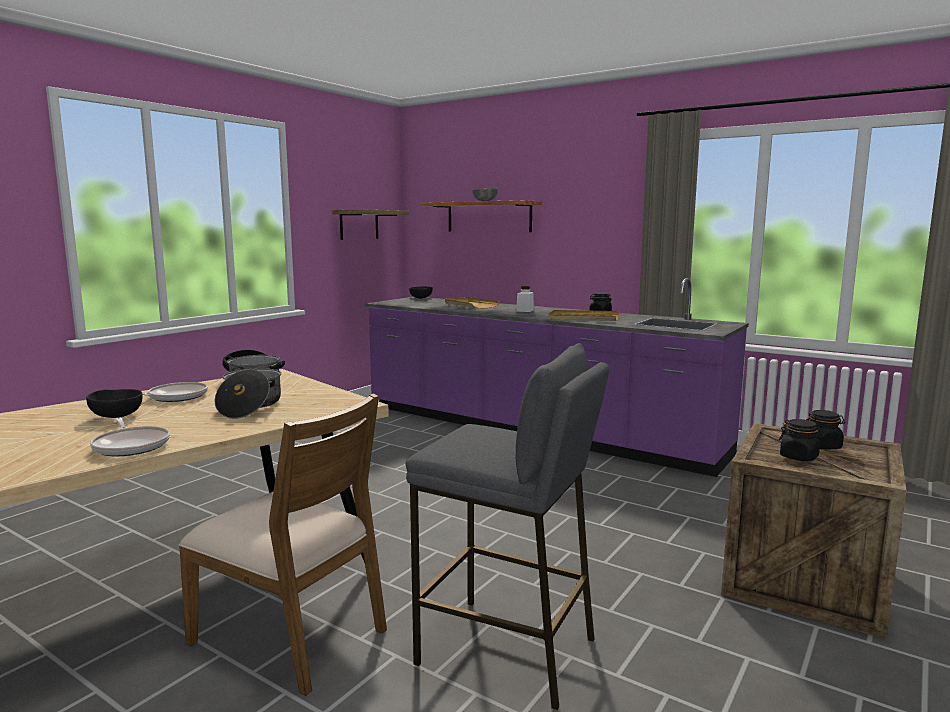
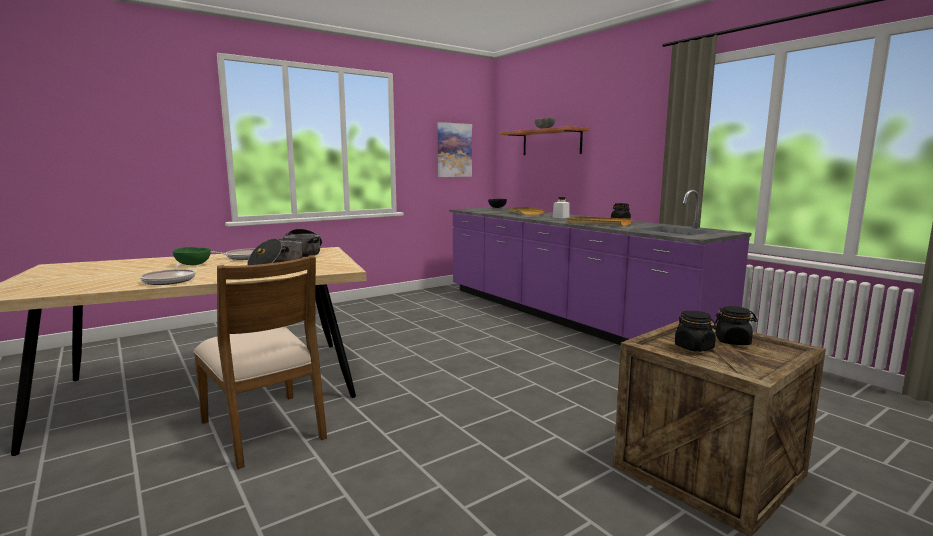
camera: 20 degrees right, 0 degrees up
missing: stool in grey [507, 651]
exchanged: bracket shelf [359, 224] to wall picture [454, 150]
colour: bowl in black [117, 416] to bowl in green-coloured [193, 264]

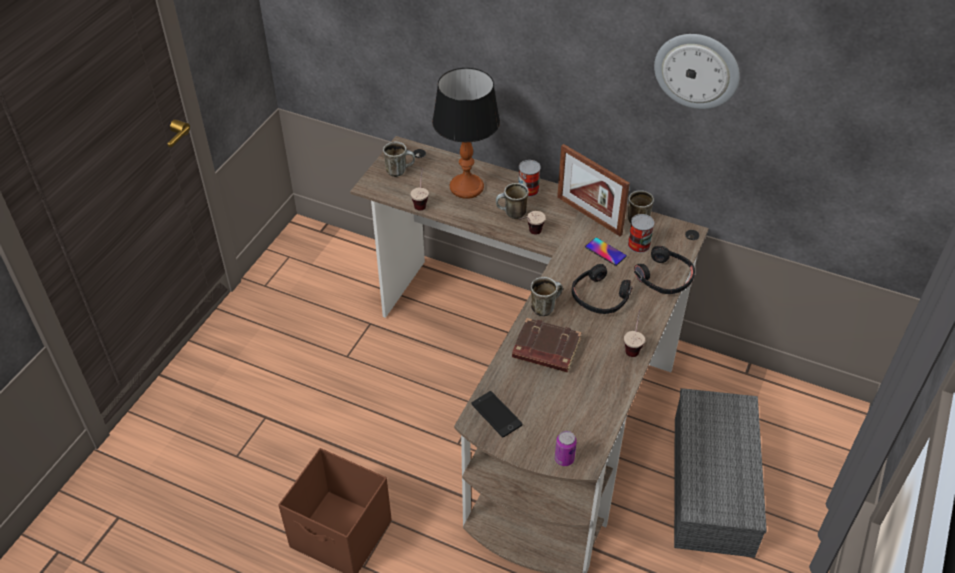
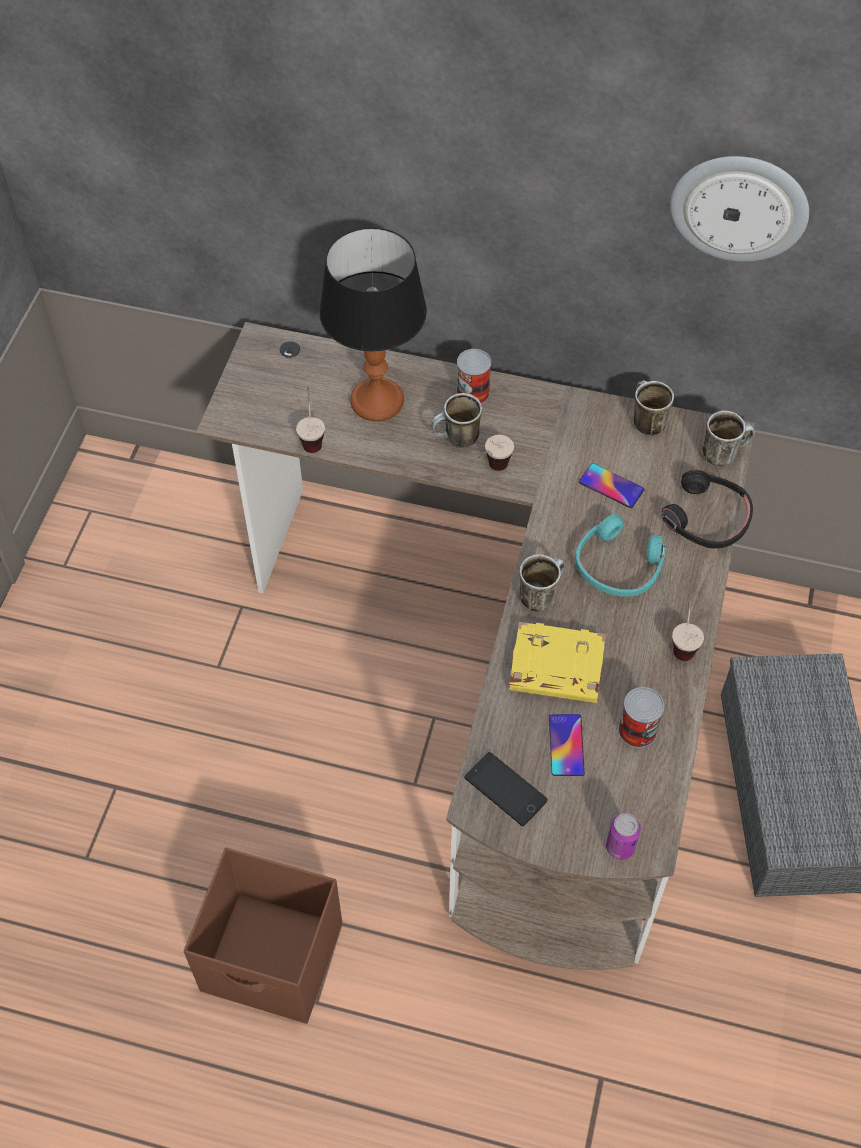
camera: 10 degrees left, 10 degrees up
missing: standing frame [589, 215]
appeared: telephone [566, 745]
relocated: mug [400, 170] to [723, 453]; sealed can [639, 245] to [637, 730]
colour: volume in brown-coloured [545, 350] to volume in yellowish [555, 668]; pair of headphones in black [600, 297] to pair of headphones in turquoise-coloured [618, 565]

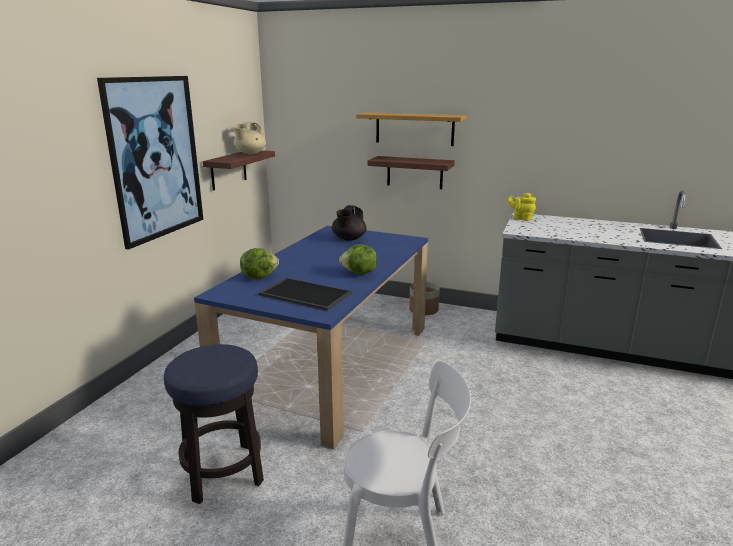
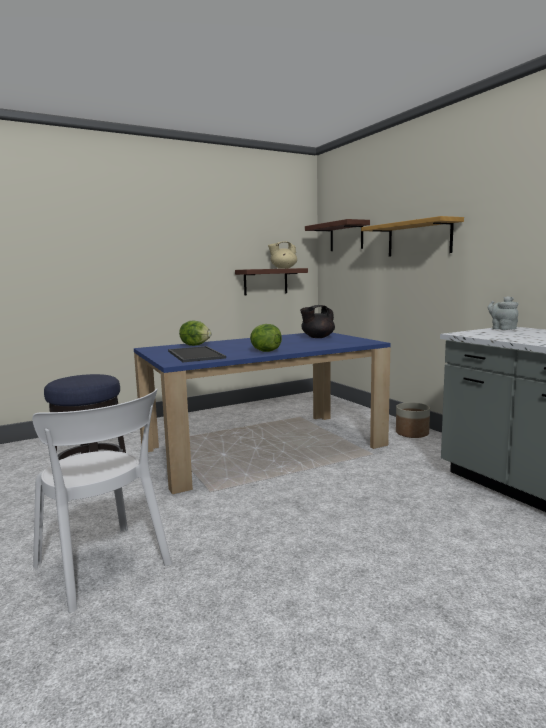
camera: 40 degrees right, 10 degrees down
missing: wall picture [155, 158]
relocated: bracket shelf [414, 172] to [346, 236]
colour: pot for tea in yellowish [521, 218] to pot for tea in grey [502, 328]

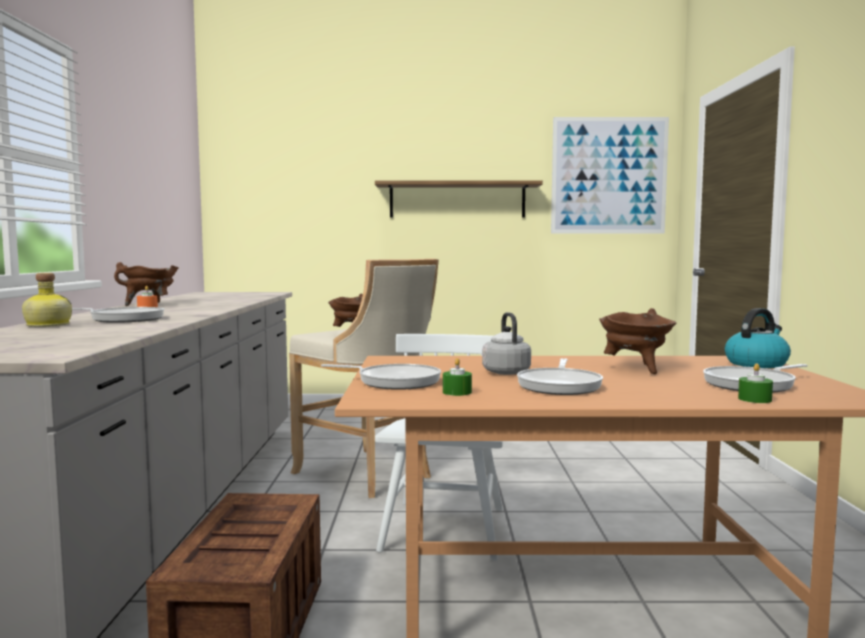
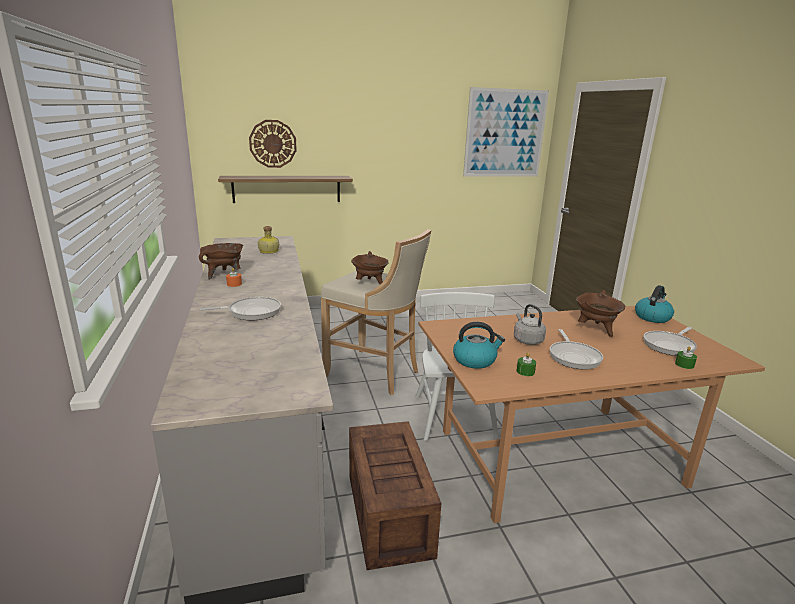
camera: 15 degrees left, 15 degrees up
appeared: wall clock [273, 144]
relocated: bottle [47, 325] to [268, 251]; bracket shelf [457, 200] to [287, 189]
exchanged: pan [394, 381] to water kettle [475, 360]

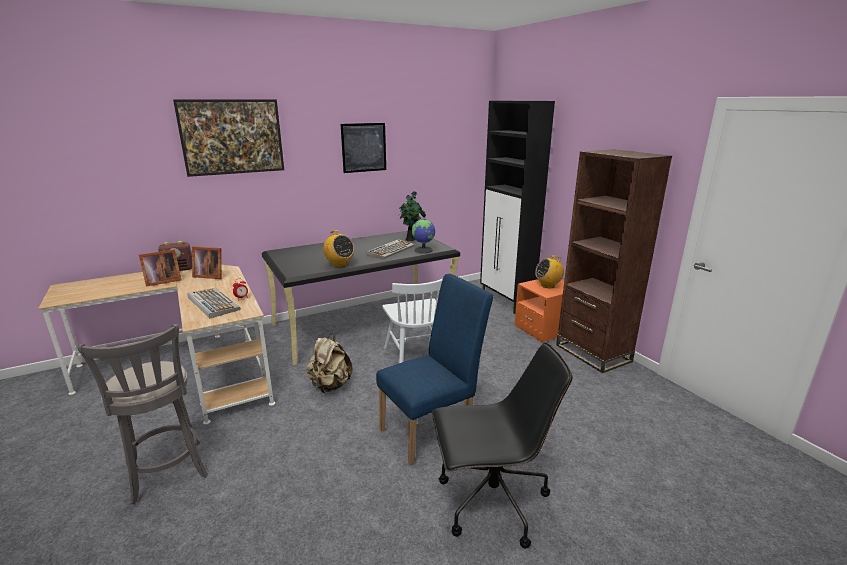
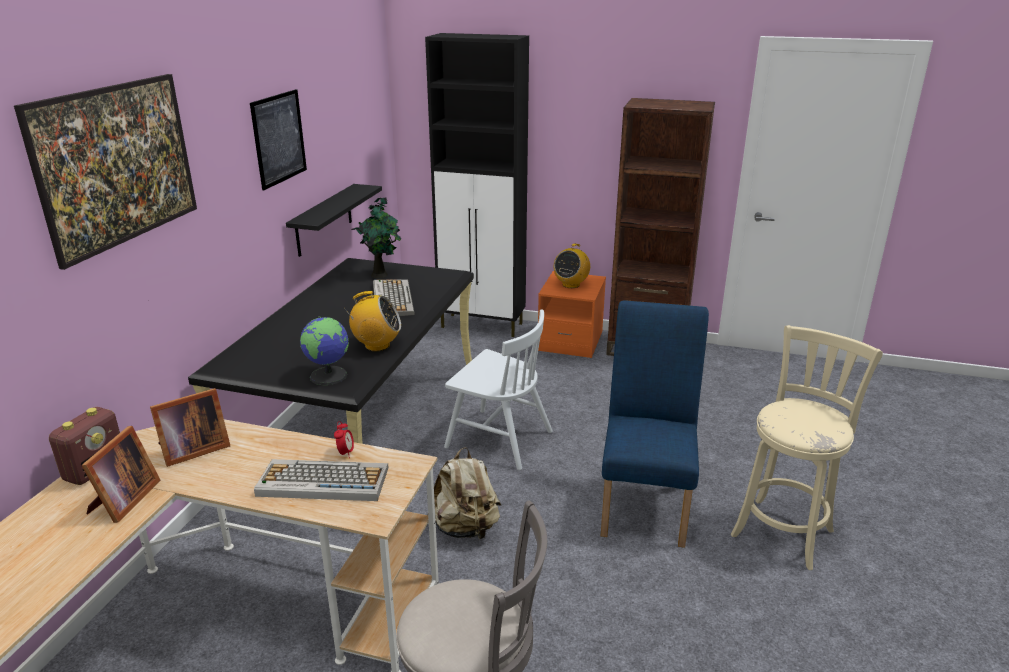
camera: 45 degrees left, 5 degrees up
appeared: bracket shelf in black [324, 220]
relocated: globe [423, 250] to [329, 375]
exchanged: computer chair in black [490, 502] to stool in beige [784, 530]

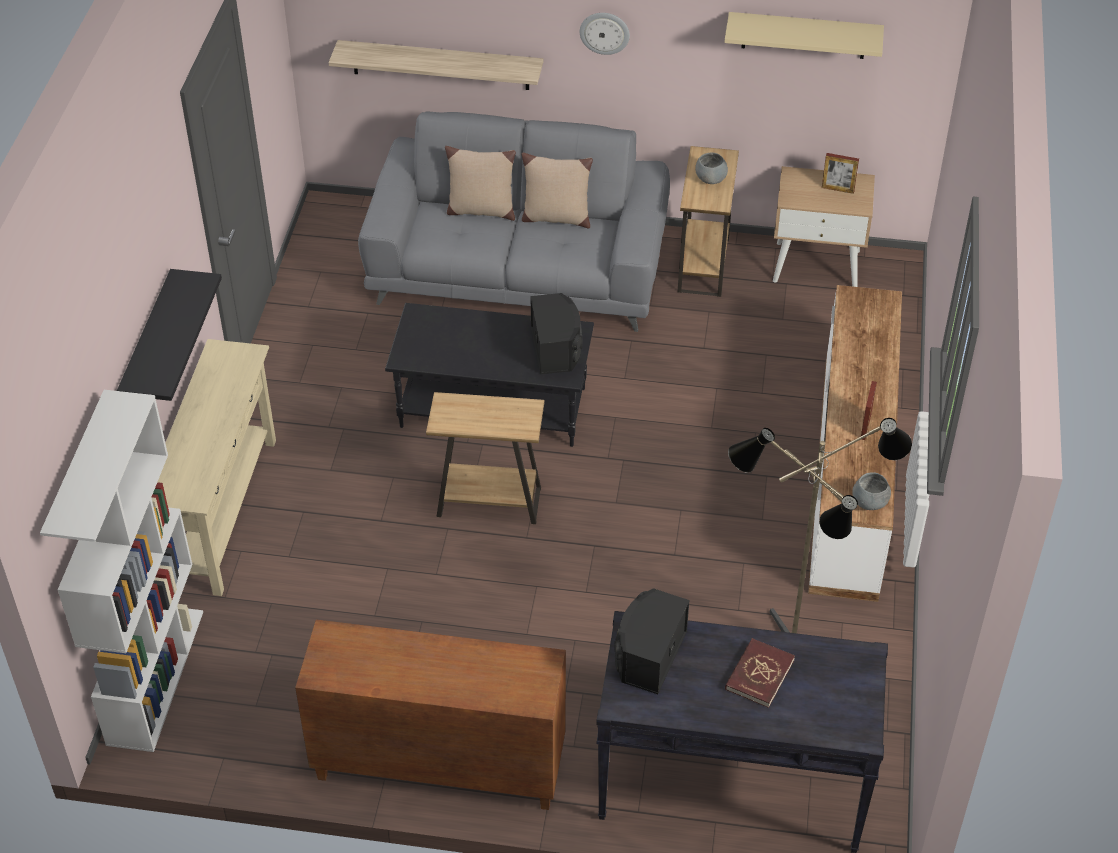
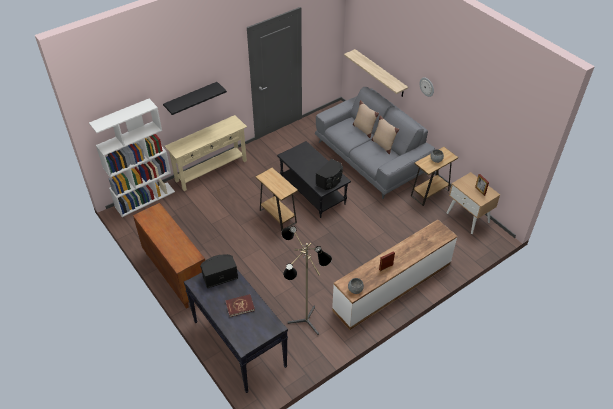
camera: 45 degrees right, 0 degrees up
missing: bracket shelf in beige [804, 35]

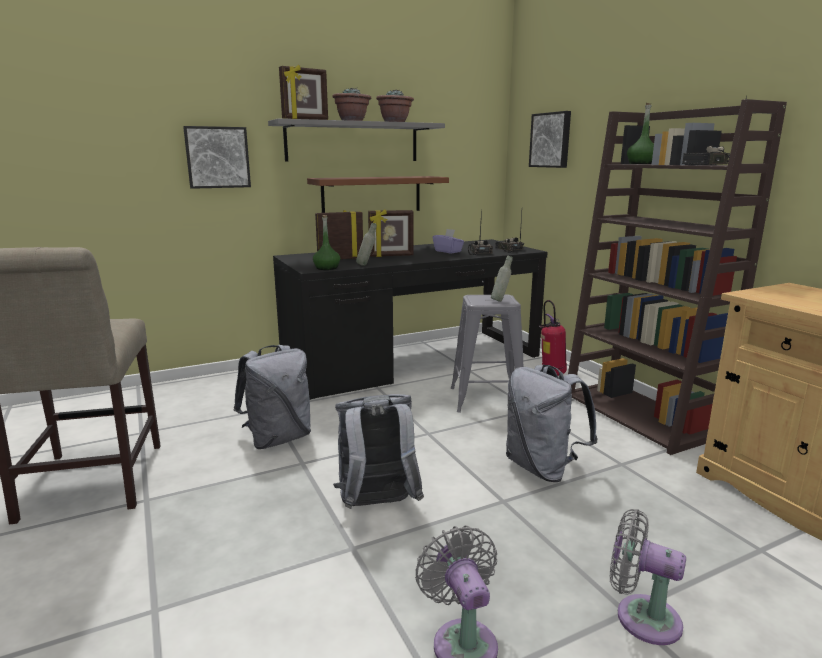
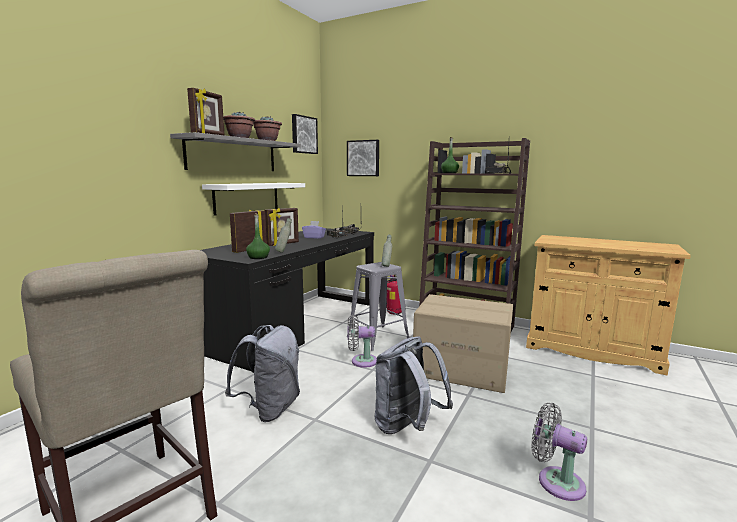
camera: 35 degrees left, 5 degrees down
relocated: wall picture [217, 157] to [303, 135]; cooling fan in grey [641, 616] to [361, 361]
exchanged: knapsack in grey [542, 468] to carton [461, 369]
colour: bracket shelf in brown-coloured [372, 195] to bracket shelf in white-coloured [247, 197]

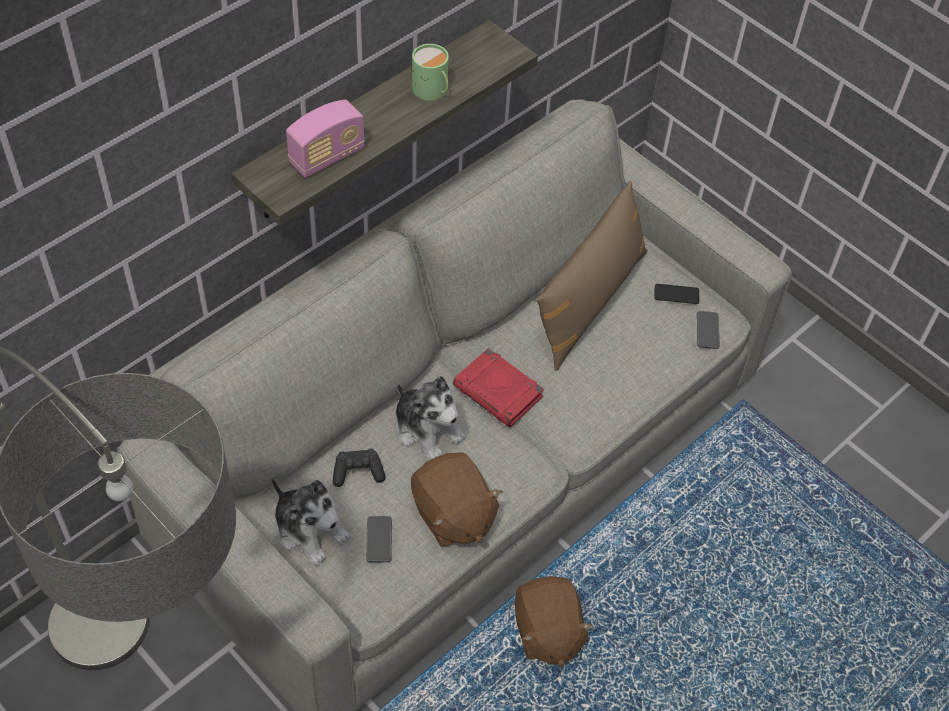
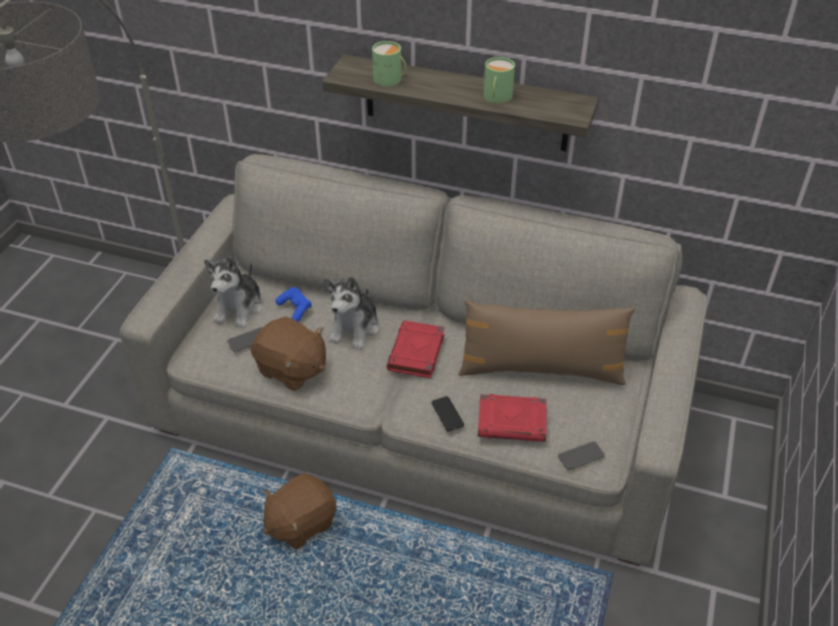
camera: 65 degrees right, 10 degrees down
appeared: volume in red [512, 422]
relocated: telephone [676, 294] to [447, 414]
exchanged: radio receiver [327, 157] to mug in green-coloured [390, 79]
colour: gamepad in black [358, 472] to gamepad in bluish [295, 309]
spun: cuddly toy in brown-coloured [452, 515] = [291, 369] 90 degrees counterclockwise

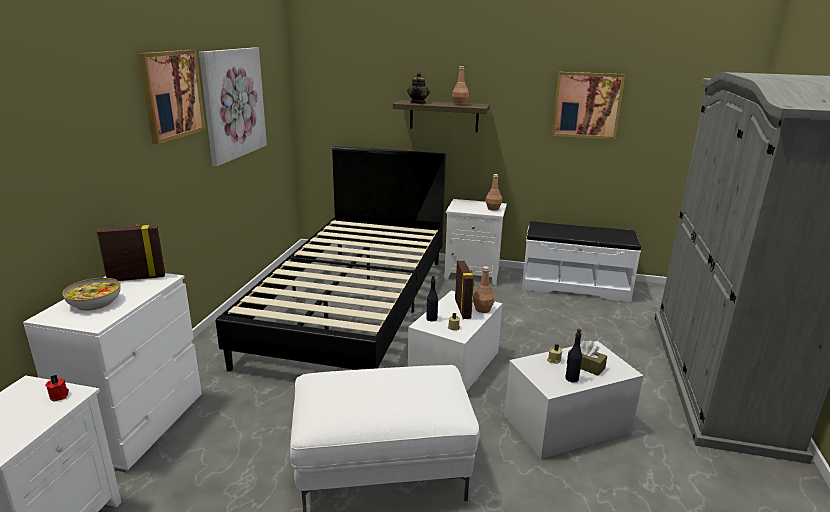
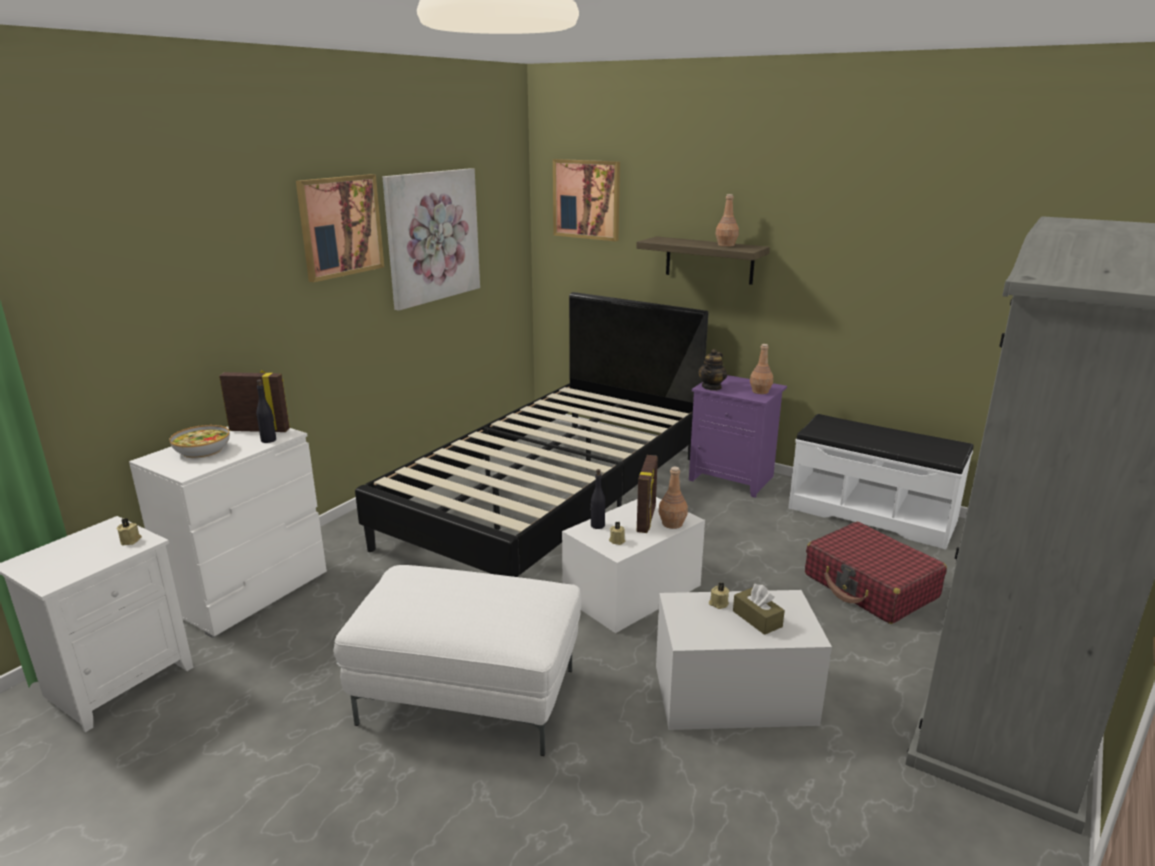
camera: 20 degrees right, 0 degrees up
appeared: travel case in red [870, 586]
relocated: pot for tea [418, 103] to [712, 387]; wall picture [587, 105] to [586, 199]; bottle in black [572, 378] to [269, 440]
colour: wax candle in red [60, 395] to wax candle in beige [131, 540]; night table in white-coloured [473, 274] to night table in purple-coloured [733, 478]

